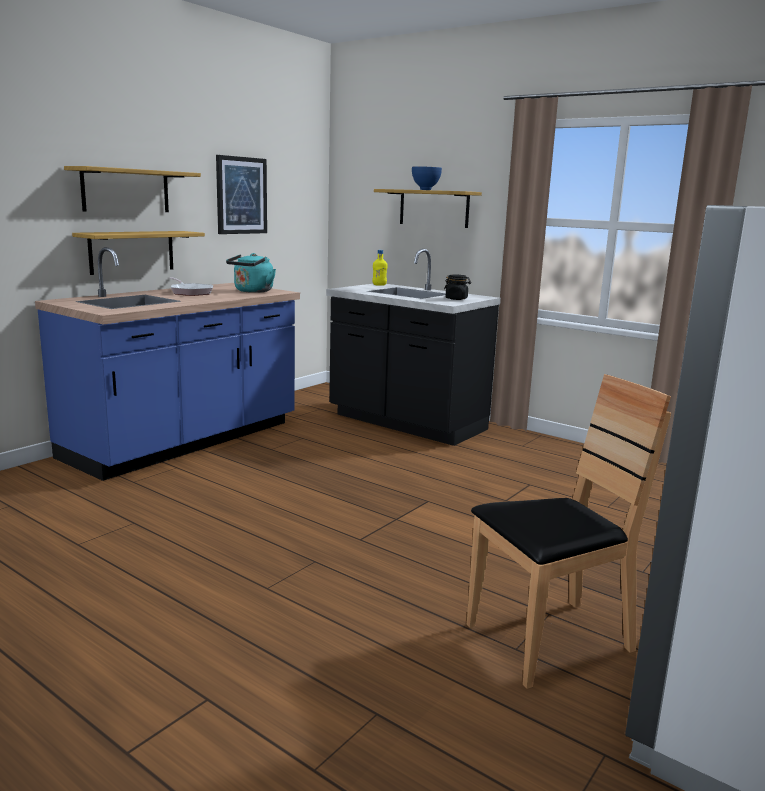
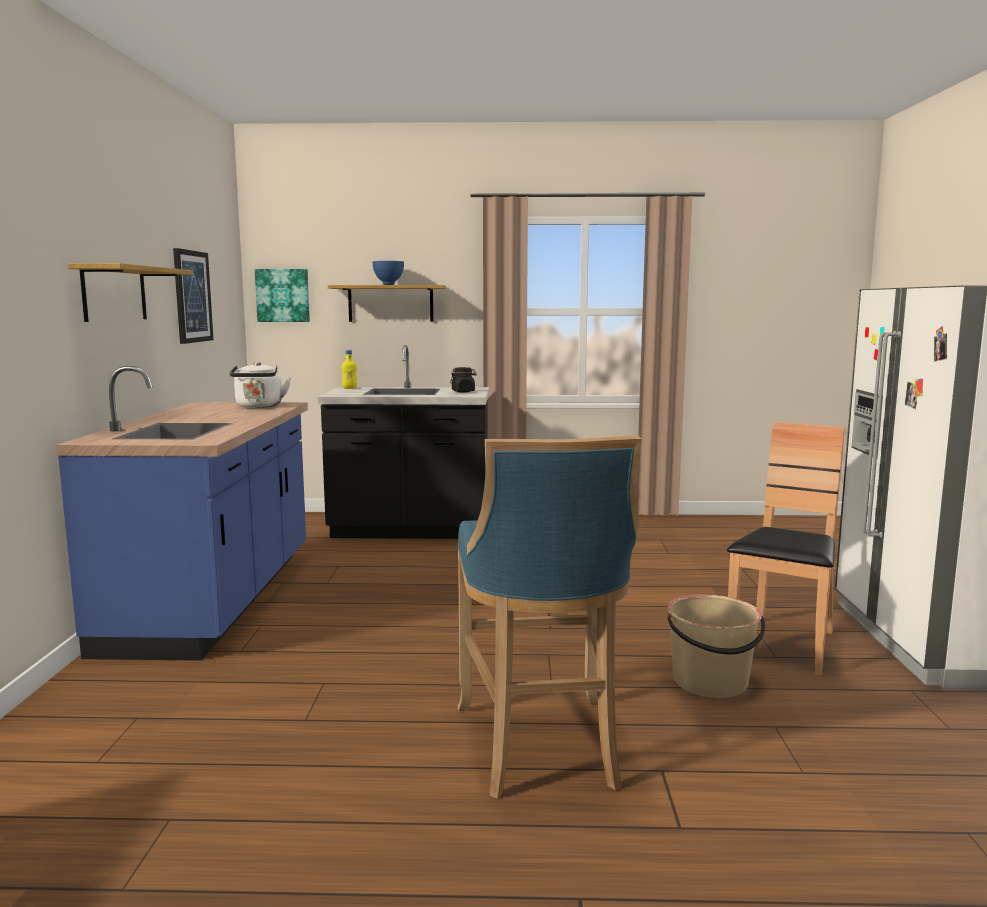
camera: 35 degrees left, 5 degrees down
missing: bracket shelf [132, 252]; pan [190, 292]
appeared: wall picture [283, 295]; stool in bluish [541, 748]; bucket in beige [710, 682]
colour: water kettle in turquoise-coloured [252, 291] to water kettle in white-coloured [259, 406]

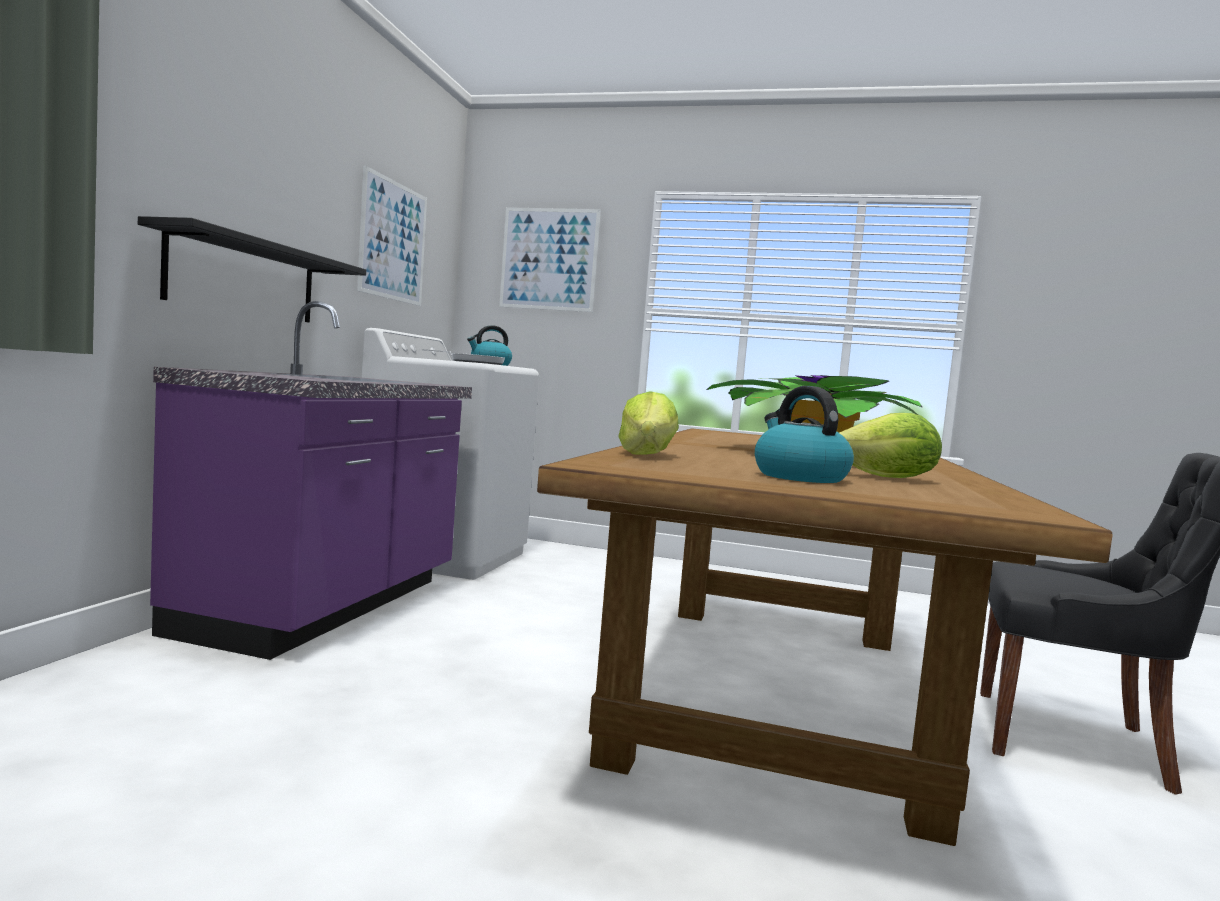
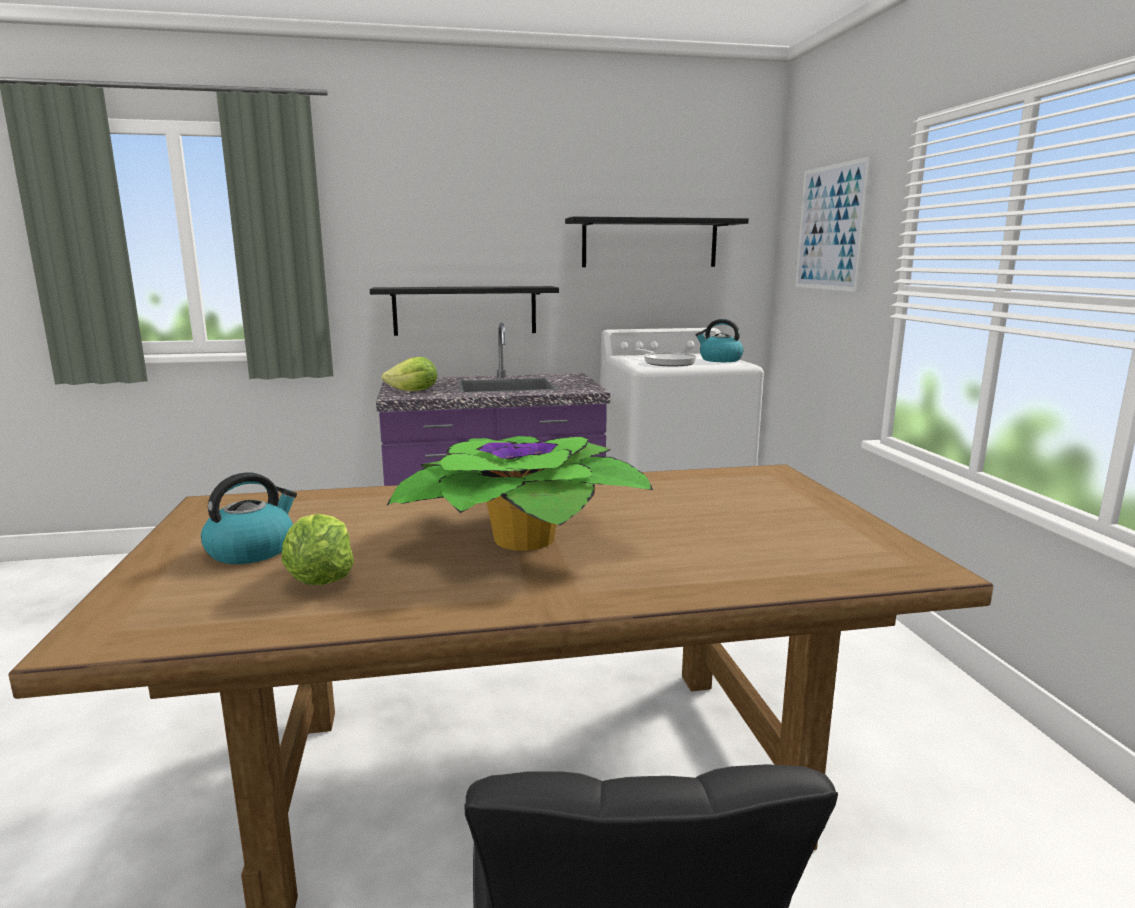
camera: 65 degrees right, 10 degrees up
relocated: head of lettuce [647, 455] to [414, 391]
exchanged: wall picture [393, 241] to bracket shelf in black [650, 243]

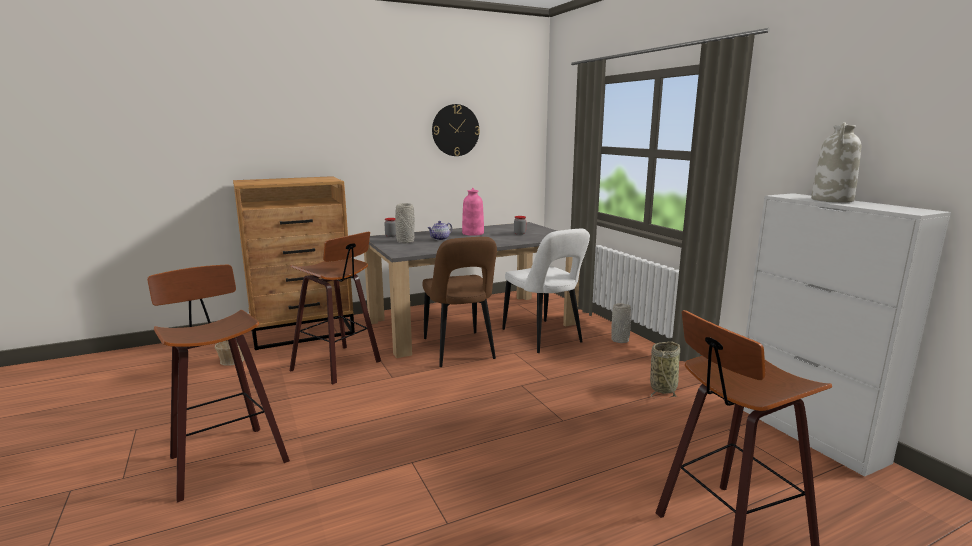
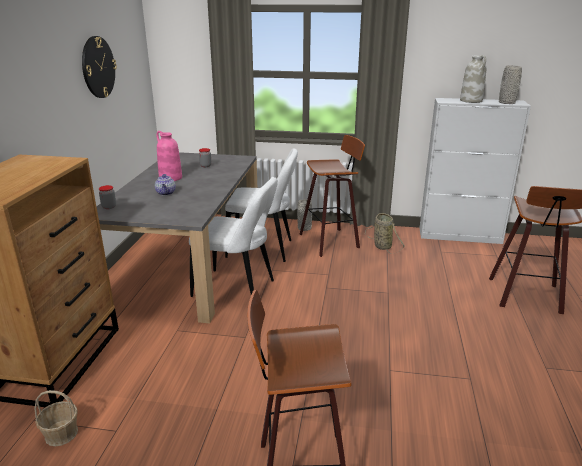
camera: 55 degrees left, 10 degrees up
relocated: stool [340, 365] to [331, 241]; decorative vase in grey [405, 241] to [506, 102]
colour: upright chair in brown-coloured [459, 351] to upright chair in white-coloured [237, 289]

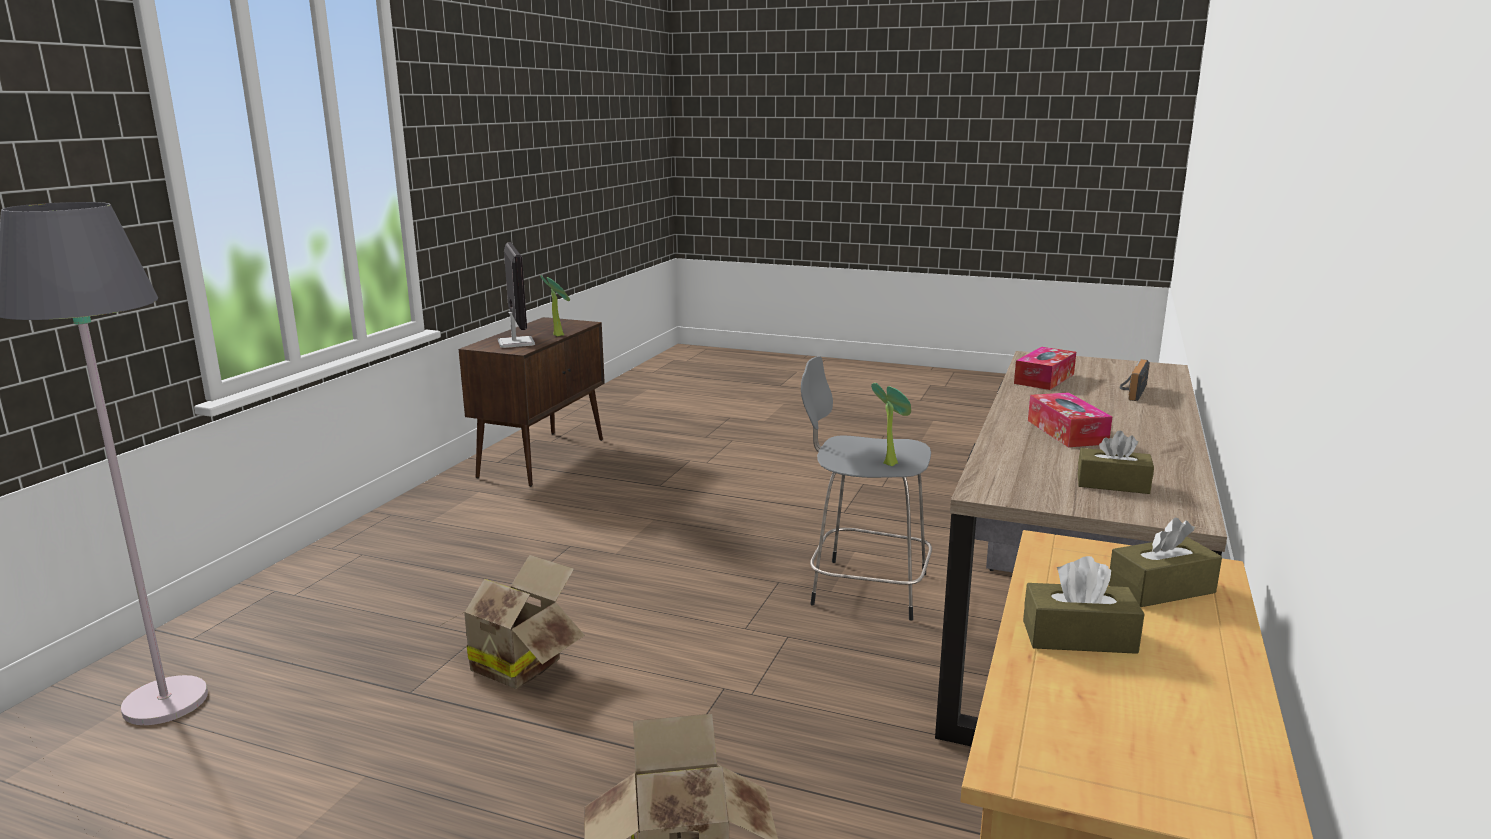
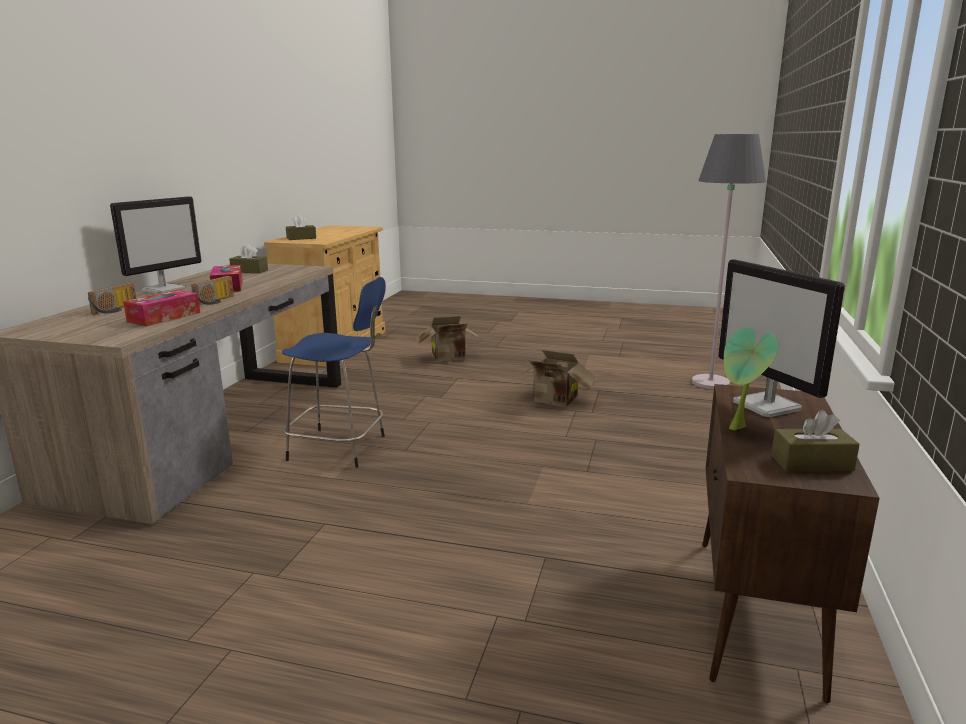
camera: 175 degrees right, 0 degrees up
missing: potted plant [890, 463]
appeared: monitor [164, 289]; radio receiver [216, 301]
relocated: box of tissues in brown-coloured [1079, 637] to [811, 463]
colour: stool in grey [864, 588] to stool in bluish [340, 448]

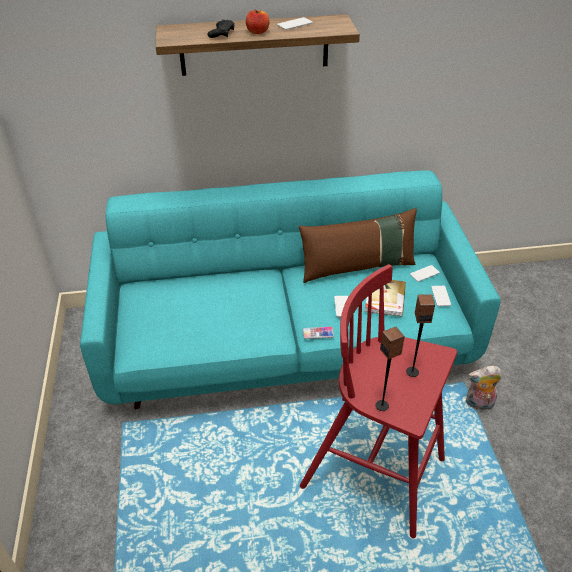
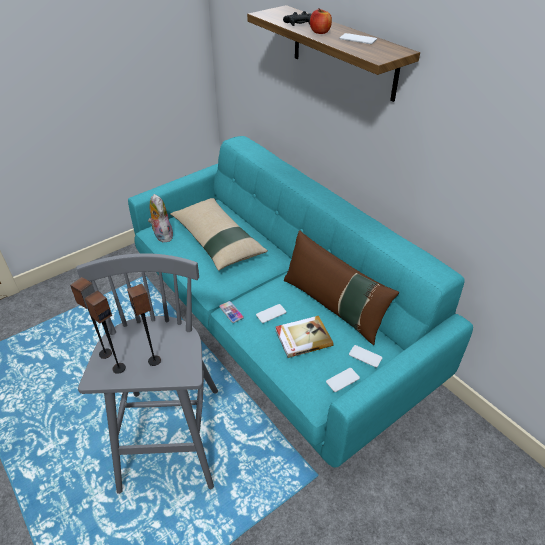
camera: 60 degrees right, 0 degrees up
appeared: speaker [119, 368]; cushion in beige [217, 241]
relocated: cuddly toy [479, 404] to [161, 235]
colour: stool in red [376, 474] to stool in grey [171, 440]

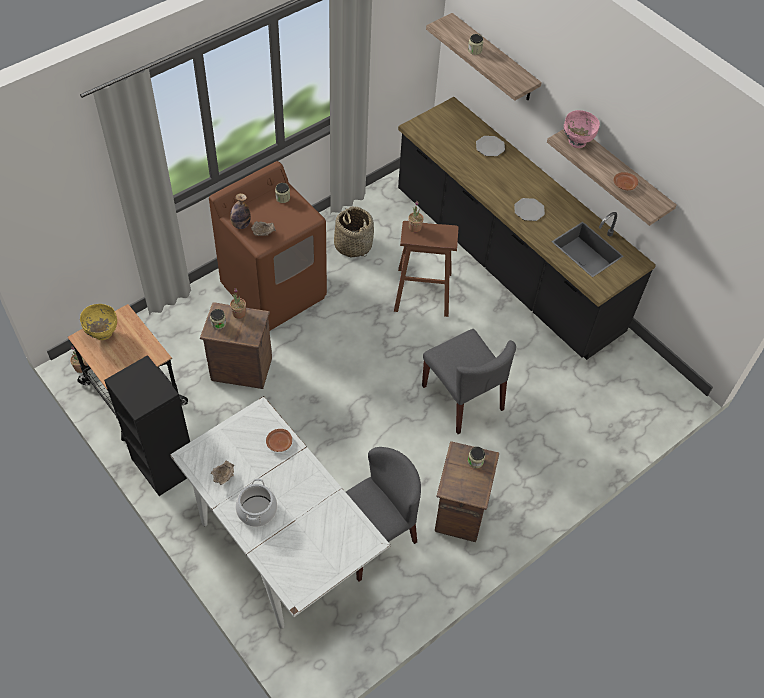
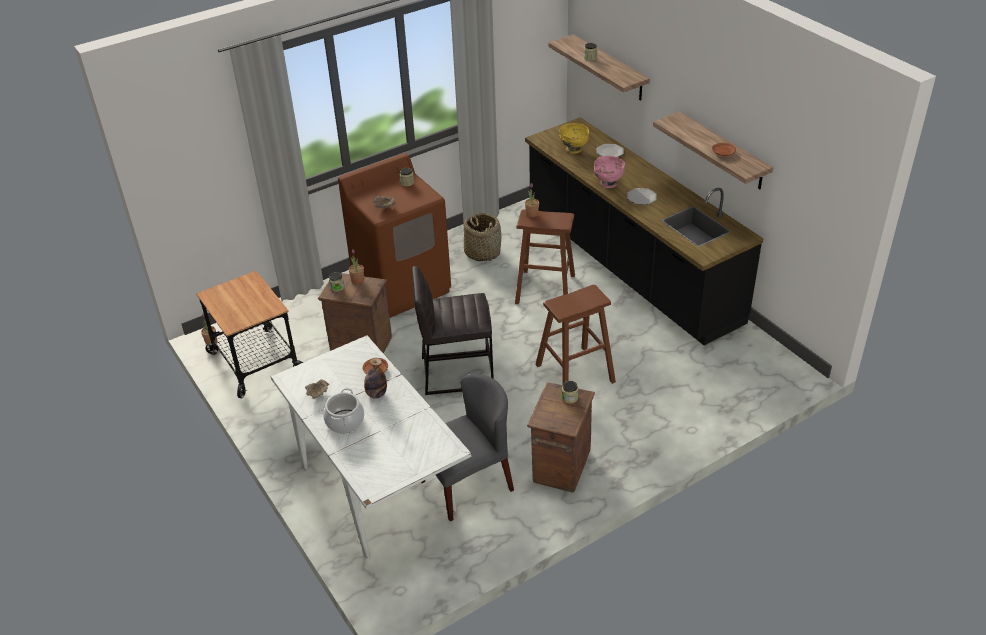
camera: 10 degrees right, 15 degrees down
missing: shelving unit in black [163, 465]
appeared: stool in grey [456, 372]
relocated: bowl in yellowish [103, 333] to [573, 150]; bottle [241, 225] to [376, 394]; bowl in pink-coloured [576, 142] to [608, 184]
exchanged: upright chair in grey [463, 398] to stool in brown-coloured [575, 373]

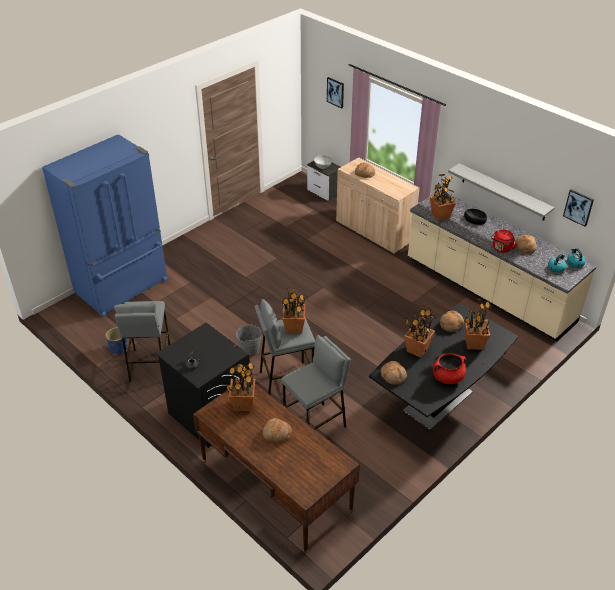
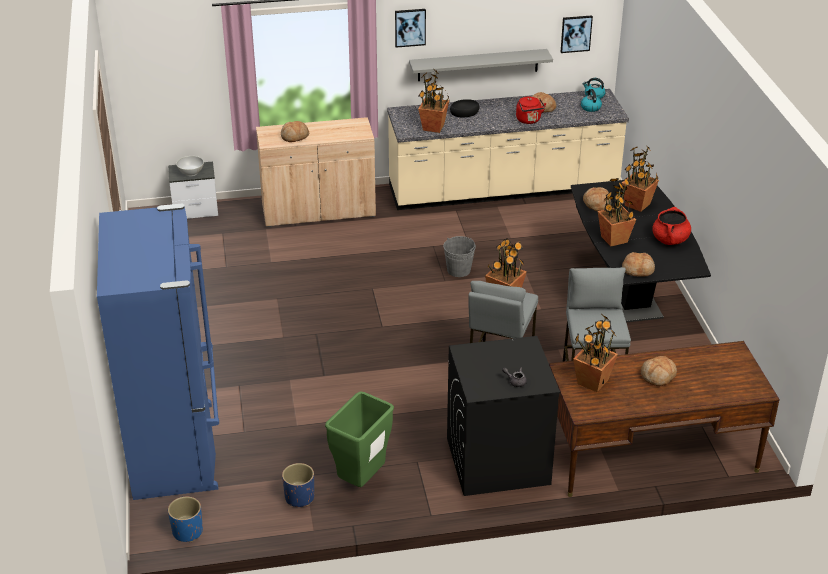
camera: 55 degrees left, 5 degrees down
appeared: plant pot in bluish [187, 532]
relocated: bucket in grey [249, 350] to [458, 270]; wall picture [335, 92] to [410, 27]
exchanged: stool in grey [149, 365] to rubbish bin in green-coloured [361, 481]

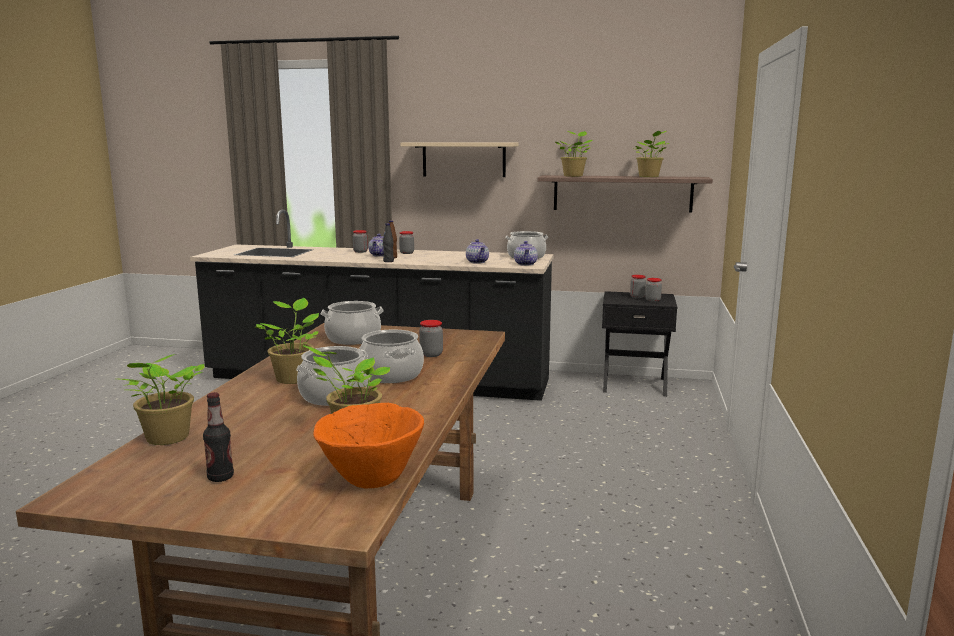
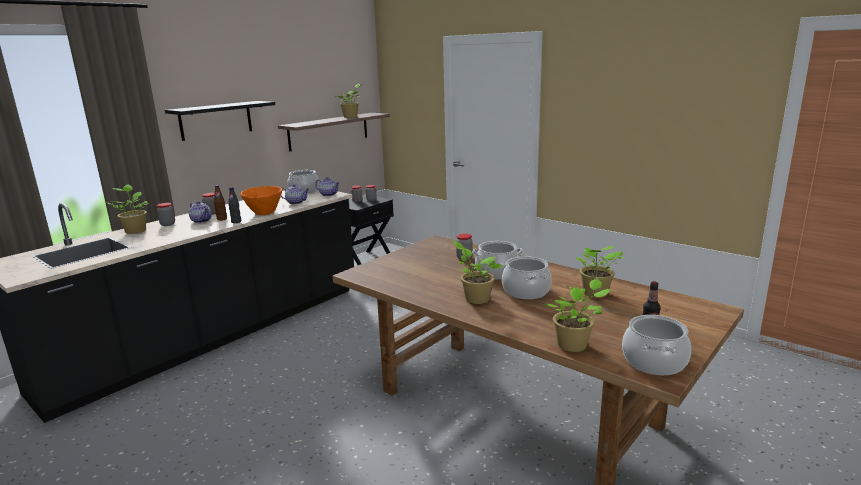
camera: 60 degrees left, 5 degrees up
relocated: bowl in orange-coloured [371, 479] to [264, 213]; cooking pot [353, 339] to [654, 362]; potted plant [573, 176] to [135, 231]
colour: bracket shelf in beige [464, 159] to bracket shelf in black [216, 120]

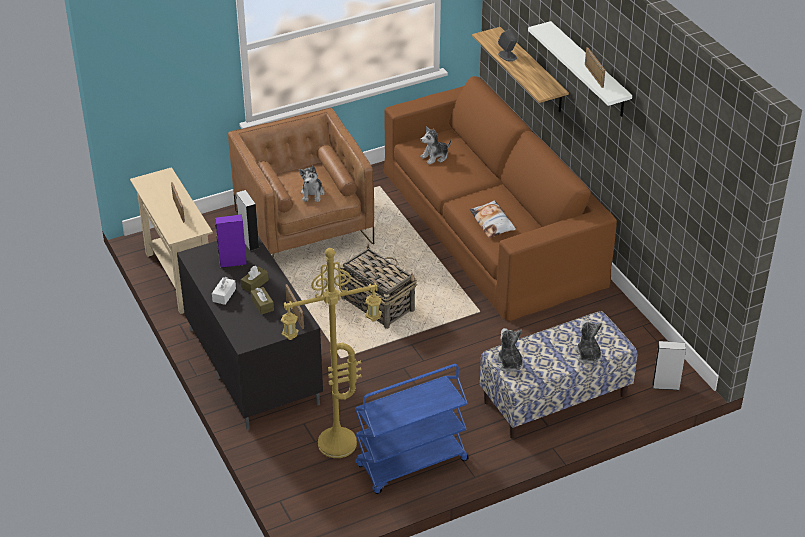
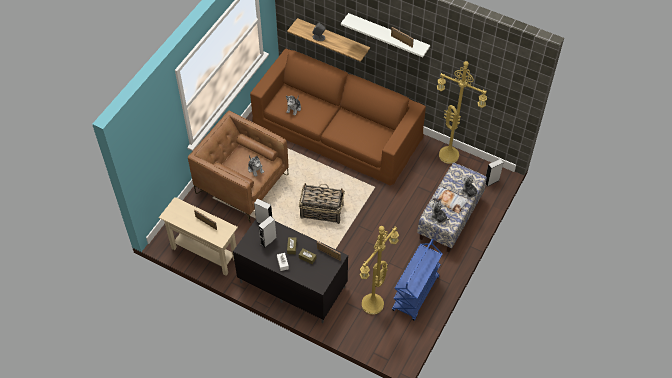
camera: 35 degrees left, 15 degrees up
appeared: floor lamp in yellowish [450, 155]
relocated: cushion [492, 222] to [450, 201]
colour: speaker in purple-coloured [233, 263] to speaker in grey [268, 241]

